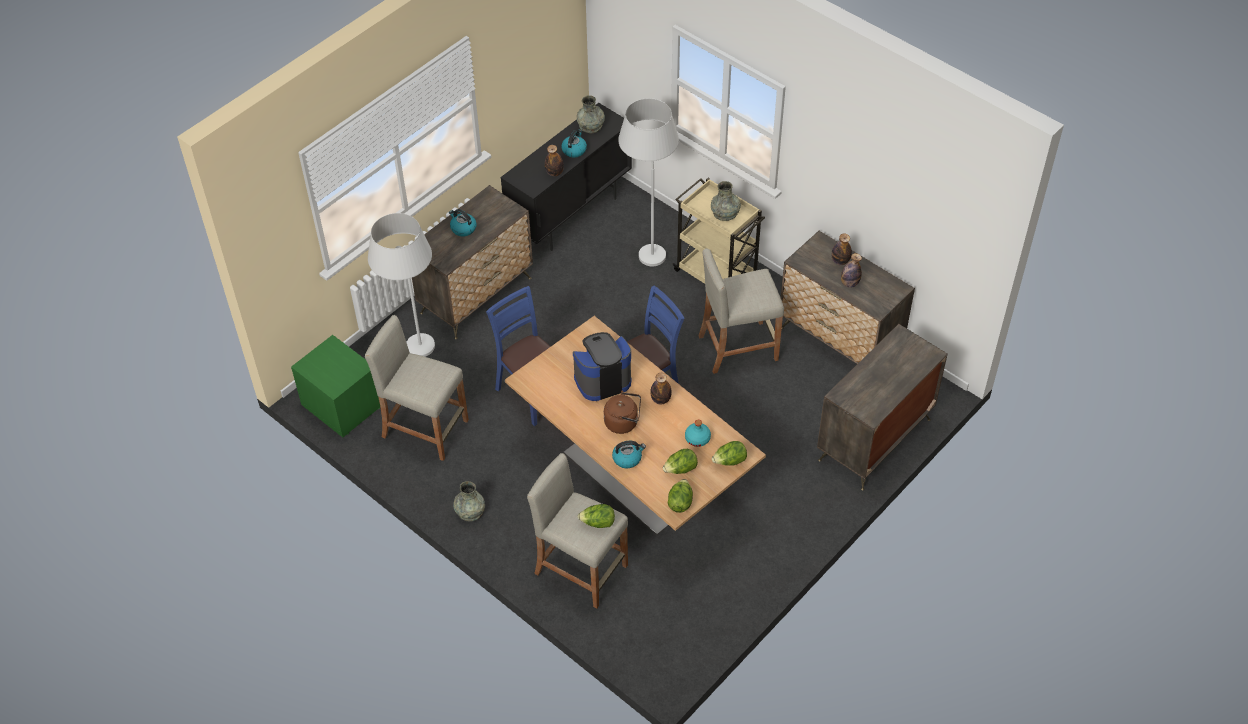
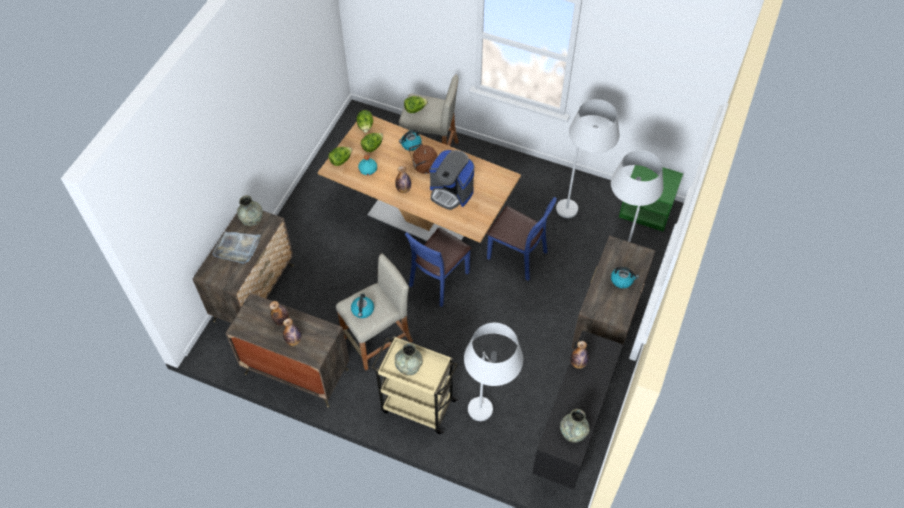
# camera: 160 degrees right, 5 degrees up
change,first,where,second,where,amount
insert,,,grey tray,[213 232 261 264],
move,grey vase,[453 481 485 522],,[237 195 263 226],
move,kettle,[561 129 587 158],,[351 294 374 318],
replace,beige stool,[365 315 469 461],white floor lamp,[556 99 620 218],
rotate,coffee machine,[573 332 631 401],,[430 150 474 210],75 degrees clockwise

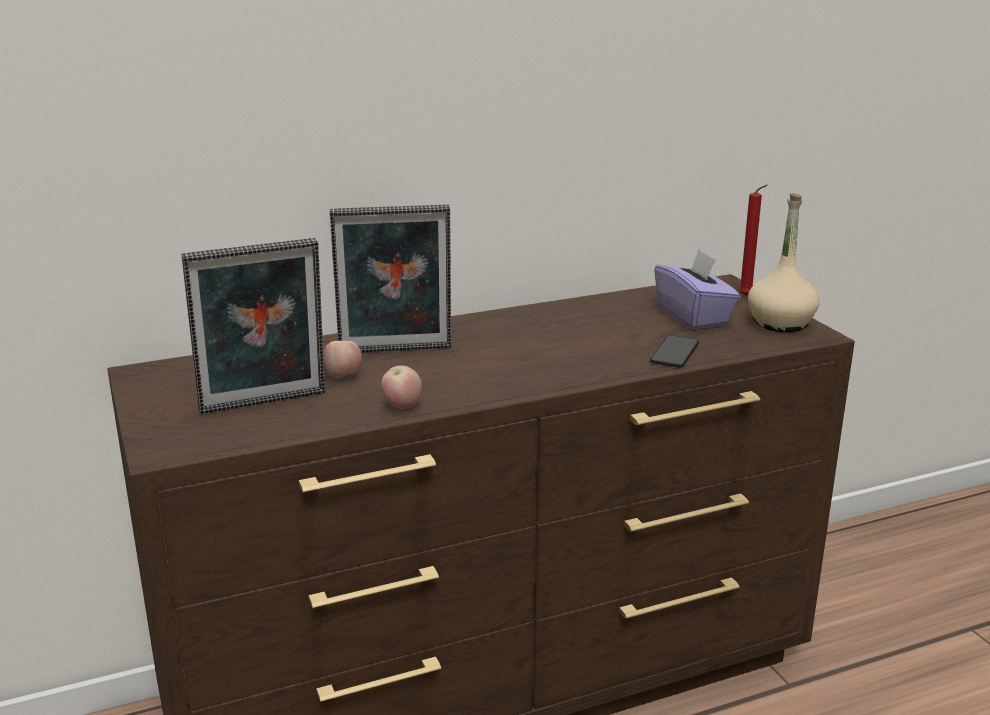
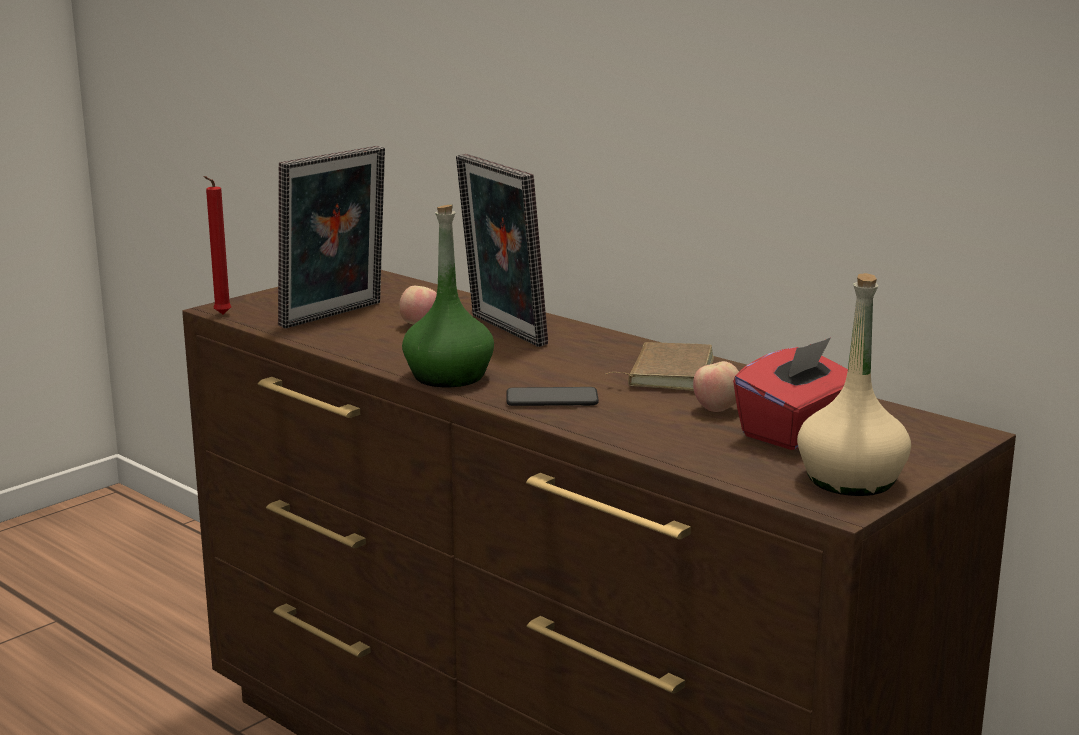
# camera: 65 degrees right, 5 degrees down
change,first,where,second,where,amount
insert,,,green bottle,[402 205 494 387],
insert,,,brown book,[605 342 714 391],
move,apple,[381 365 422 409],,[693 361 739 412],
move,phone,[650 335 699 367],,[506 387 599 406],
move,red candle,[739 185 768 296],,[204 176 231 314],
recolor,purple tissue box,[654 249 740 330],red tissue box,[733 337 848 450],
rotate,picture frame,[181 238 325 414],,[278 146 385 328],90 degrees counterclockwise

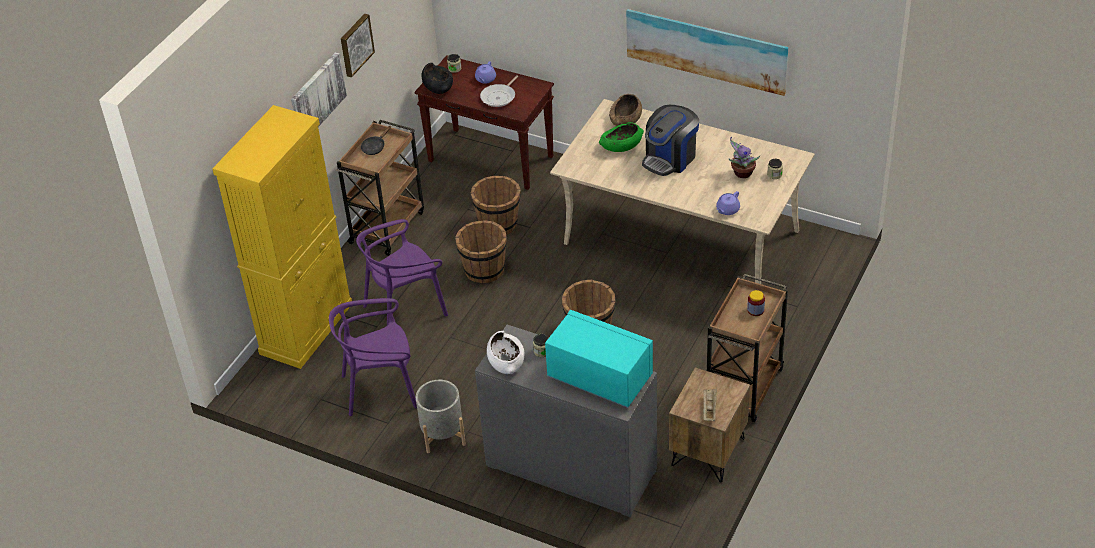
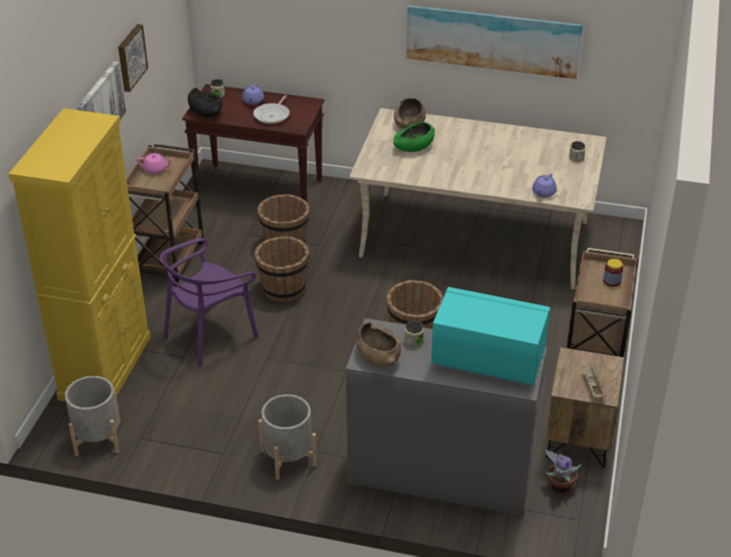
# camera: 15 degrees left, 5 degrees down
change,first,where,second,where,amount
delete,purple chair,[329 298 417 416],,,
delete,coffee machine,[642 105 699 176],,,
insert,,,grey planter,[65 376 121 456],
move,potted plant,[728 137 760 178],,[544 445 582 493],
replace,black frying pan,[361 125 391 155],pink teapot,[137 153 173 174],
recolor,white bowl,[487 331 525 374],brown bowl,[356 322 401 368],

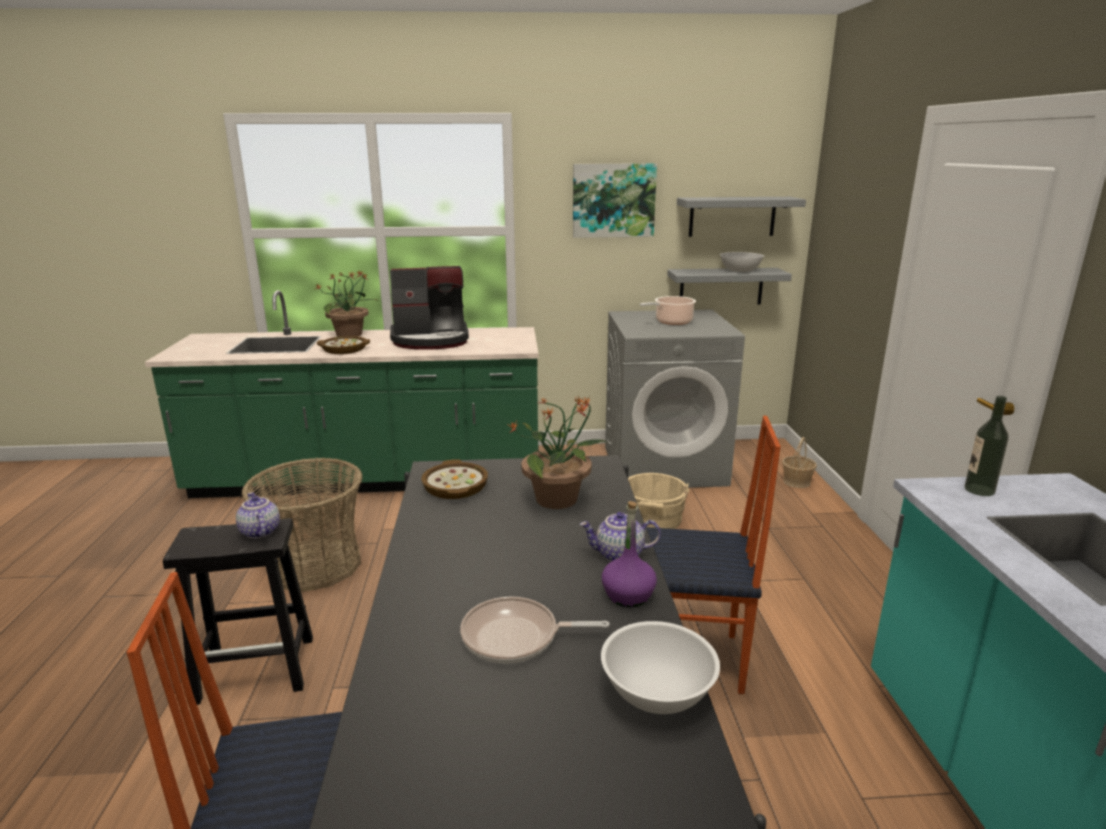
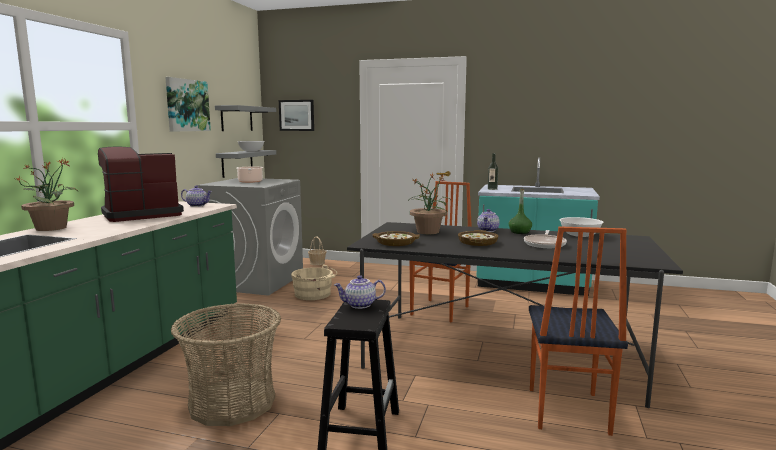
# camera: 70 degrees left, 10 degrees down
change,first,where,second,where,amount
insert,,,teapot,[181 186 212 207],
insert,,,picture,[279 100 314 131],
move,bowl,[317 336 370 354],,[458 230 498 246],
recolor,purple bottle,[602 501 657 607],green bottle,[509 189 532 234],
rotate,coffee machine,[390 266 469 350],,[98 147 184 222],135 degrees counterclockwise

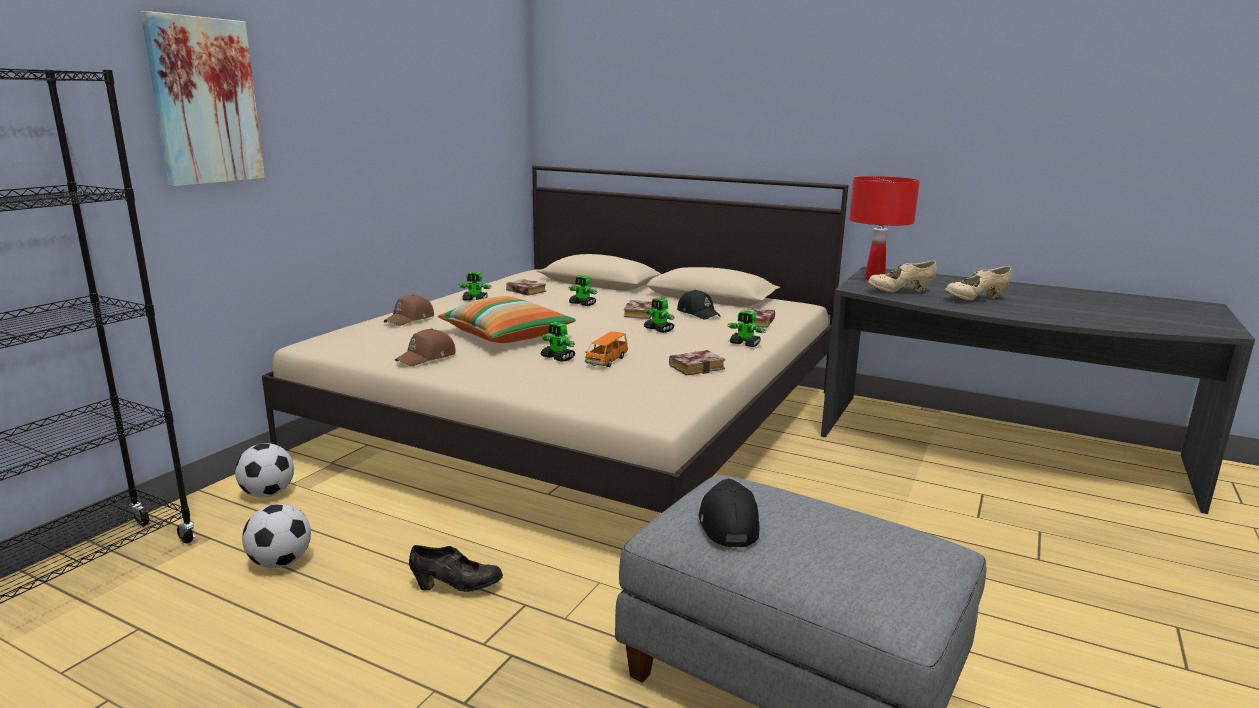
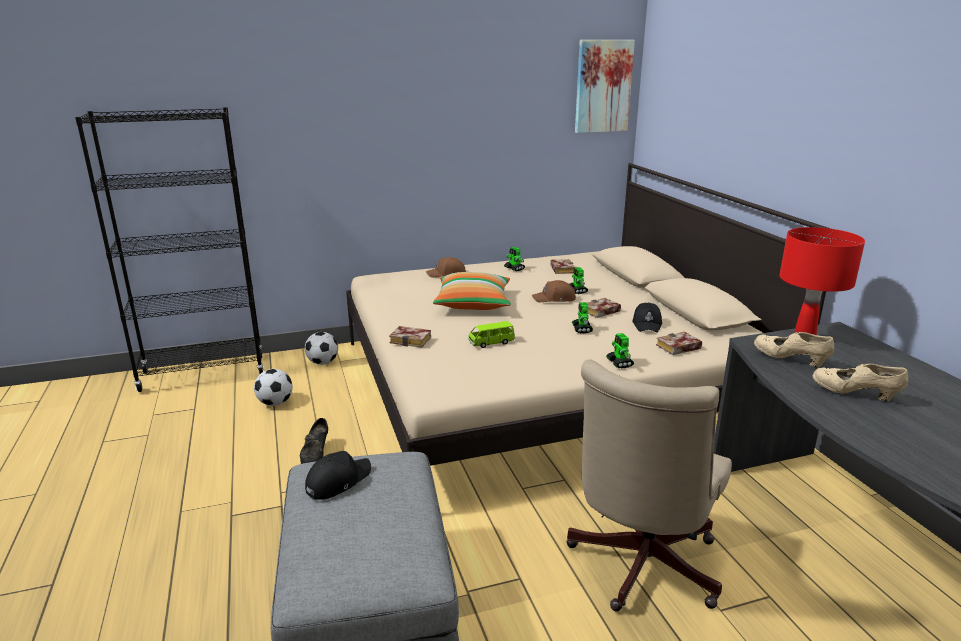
# camera: 45 degrees right, 5 degrees up
change,first,where,second,where,amount
delete,toy robot,[540 322 575 362],,,
insert,,,beige office chair,[566 359 732 611],
move,picture,[141 11 265 187],,[575 40 635 133],
move,brown cap,[395 328 455 366],,[531 280 576 303],
move,book,[669 350 726 376],,[389 326 431 348],
recolor,orange toy car,[585 331 628 367],green toy car,[468 321 515 348],
rotate,black shoe,[409 545 503 592],,[300 418 328 464],45 degrees clockwise

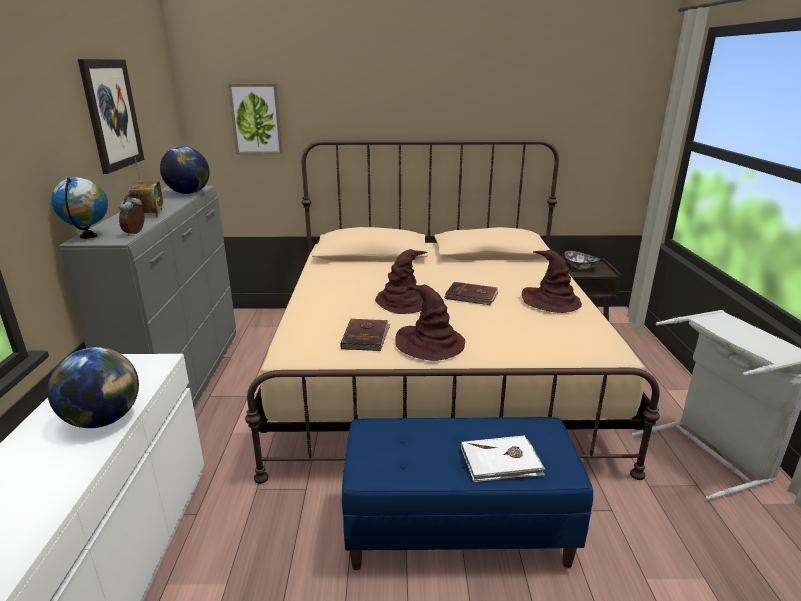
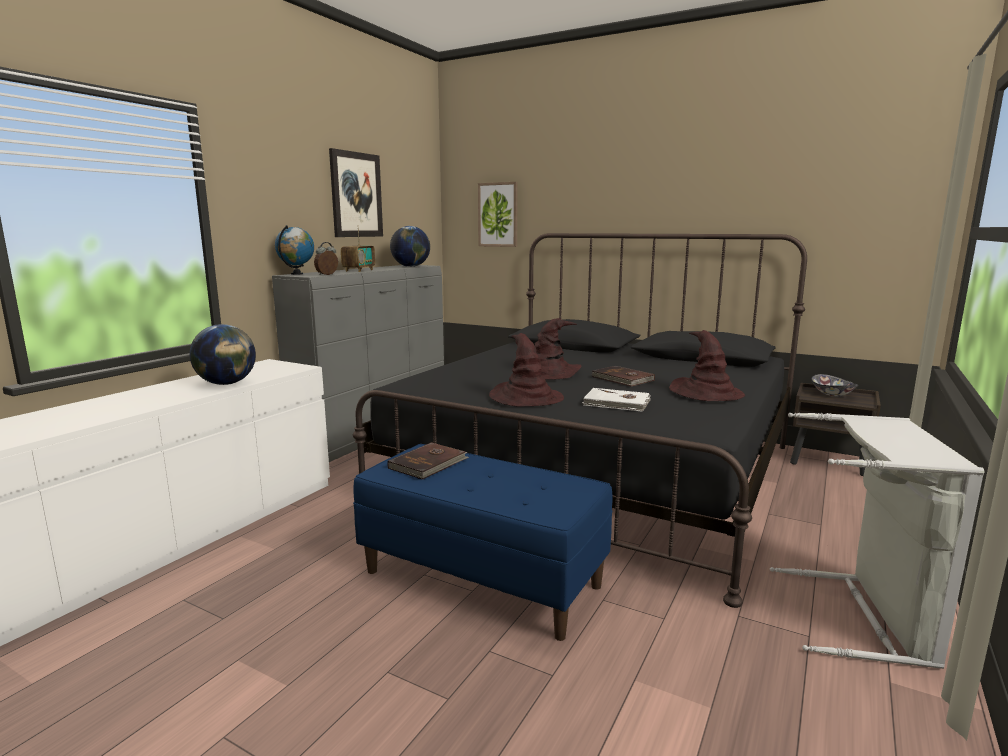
# camera: 30 degrees right, 10 degrees down
change,first,where,second,where,amount
move,brown book,[340 319 390 351],,[387 442 469 480],
move,white book,[461 436 546 482],,[583 388 651 412],
recolor,beige bed,[245 140 660 484],black bed,[353 233 807 608],

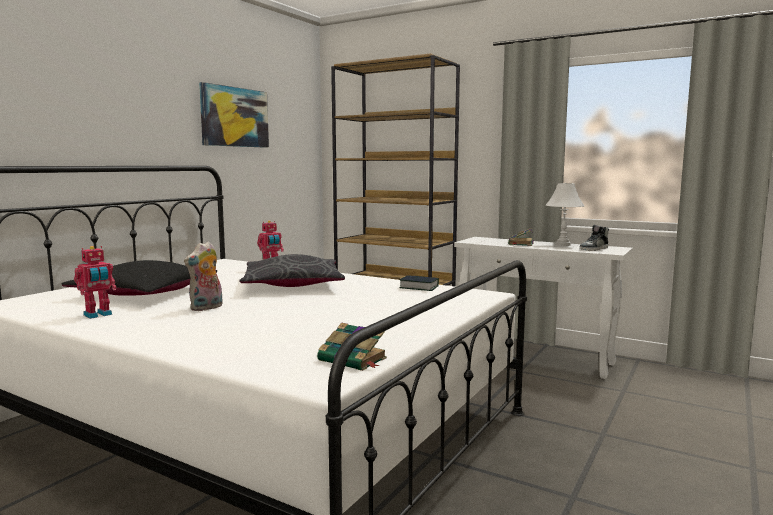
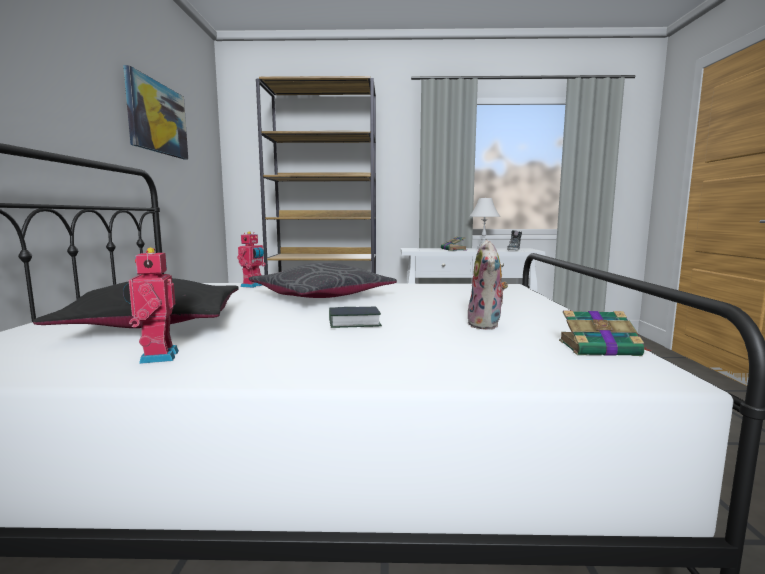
# camera: 30 degrees left, 0 degrees up
change,first,where,second,where,amount
move,plush toy,[184 241 223 311],,[467 240 508 330],
move,book,[399 275 439 291],,[329 307 382 328],
rotate,toy robot,[74 246 116 319],,[123 248 179 364],150 degrees clockwise

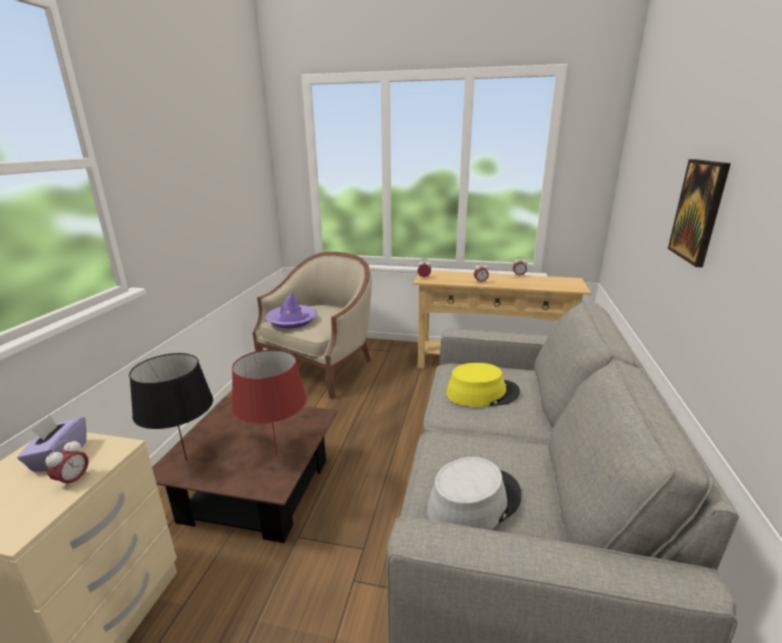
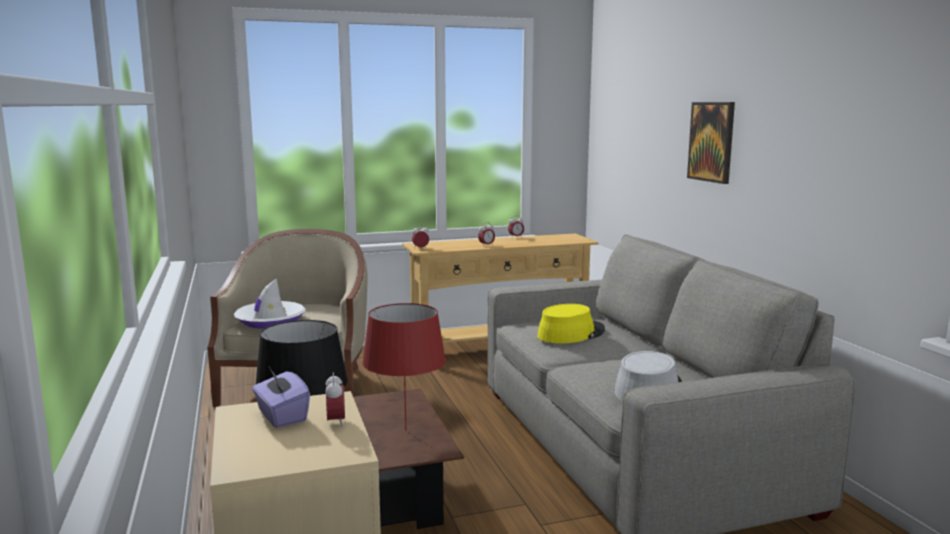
# camera: 30 degrees left, 10 degrees down
change,first,where,second,where,amount
recolor,purple hat,[266 292 317 329],white hat,[234 278 306 329],

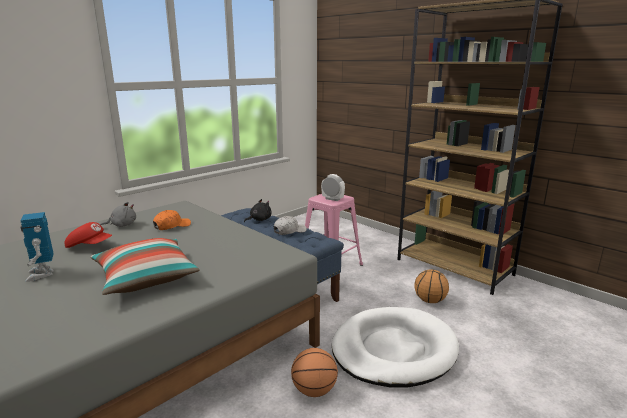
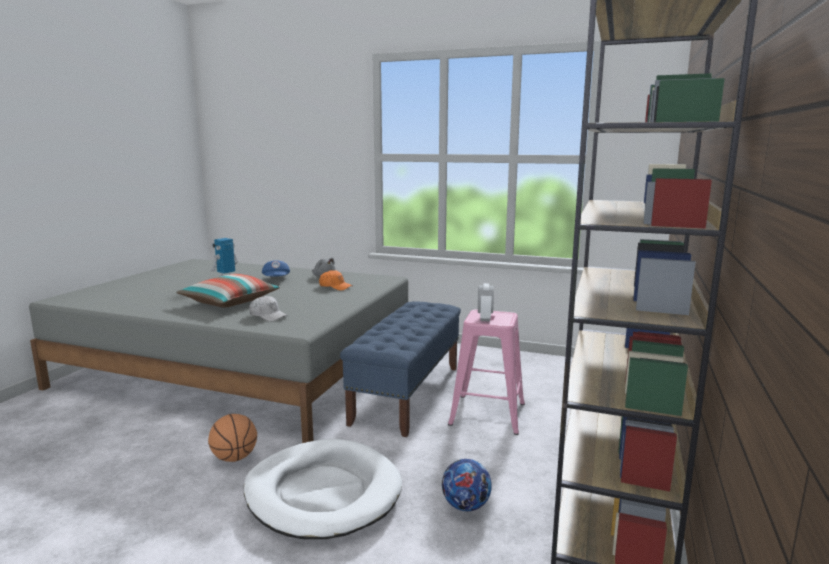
# camera: 65 degrees right, 5 degrees down
change,first,where,second,where,amount
delete,black plush toy,[244 199 271 222],,,
move,white cap,[274 216 307 235],,[249 296 288 322],
replace,basketball,[414 269 449 303],football,[442 459 492 511],
recolor,red cap,[65 222 112 248],blue cap,[262 261 290 276],

